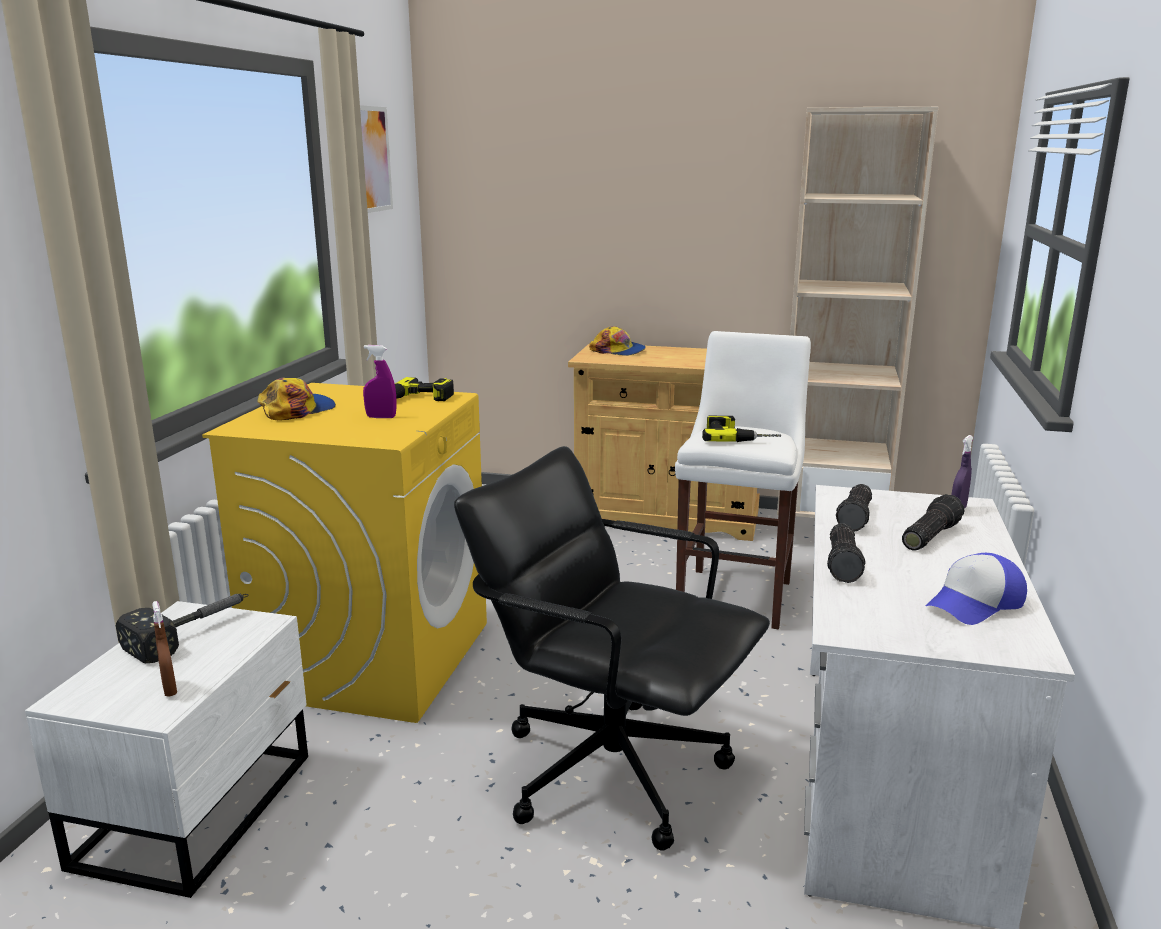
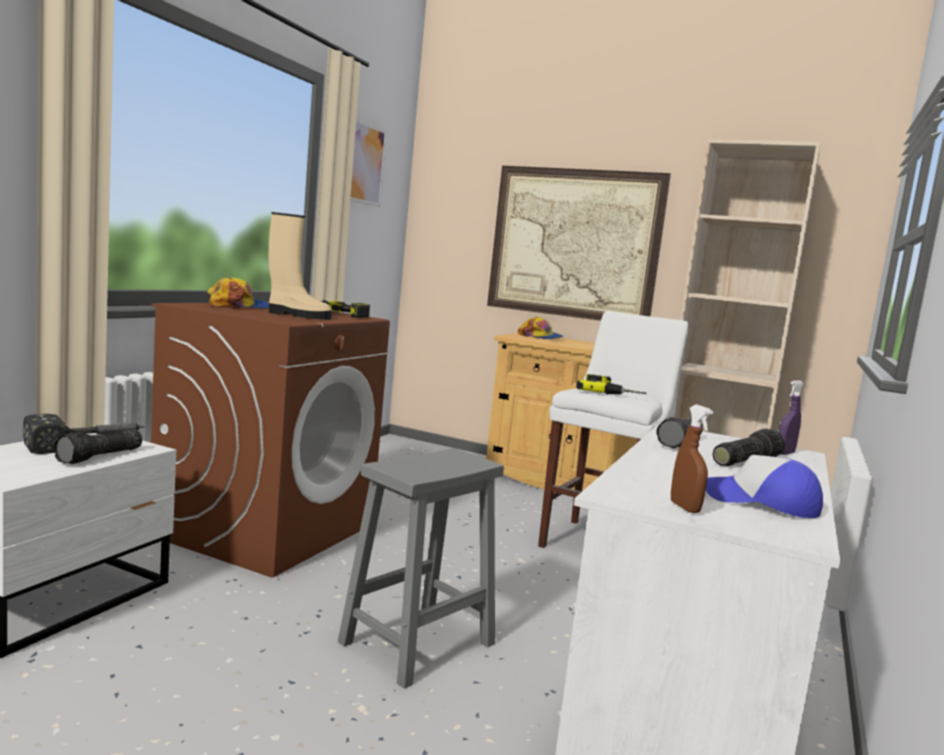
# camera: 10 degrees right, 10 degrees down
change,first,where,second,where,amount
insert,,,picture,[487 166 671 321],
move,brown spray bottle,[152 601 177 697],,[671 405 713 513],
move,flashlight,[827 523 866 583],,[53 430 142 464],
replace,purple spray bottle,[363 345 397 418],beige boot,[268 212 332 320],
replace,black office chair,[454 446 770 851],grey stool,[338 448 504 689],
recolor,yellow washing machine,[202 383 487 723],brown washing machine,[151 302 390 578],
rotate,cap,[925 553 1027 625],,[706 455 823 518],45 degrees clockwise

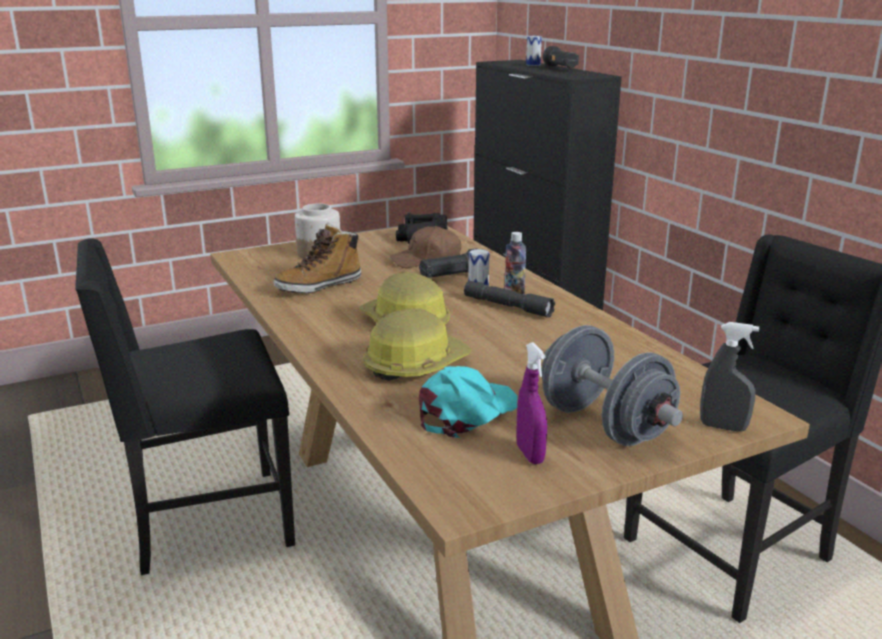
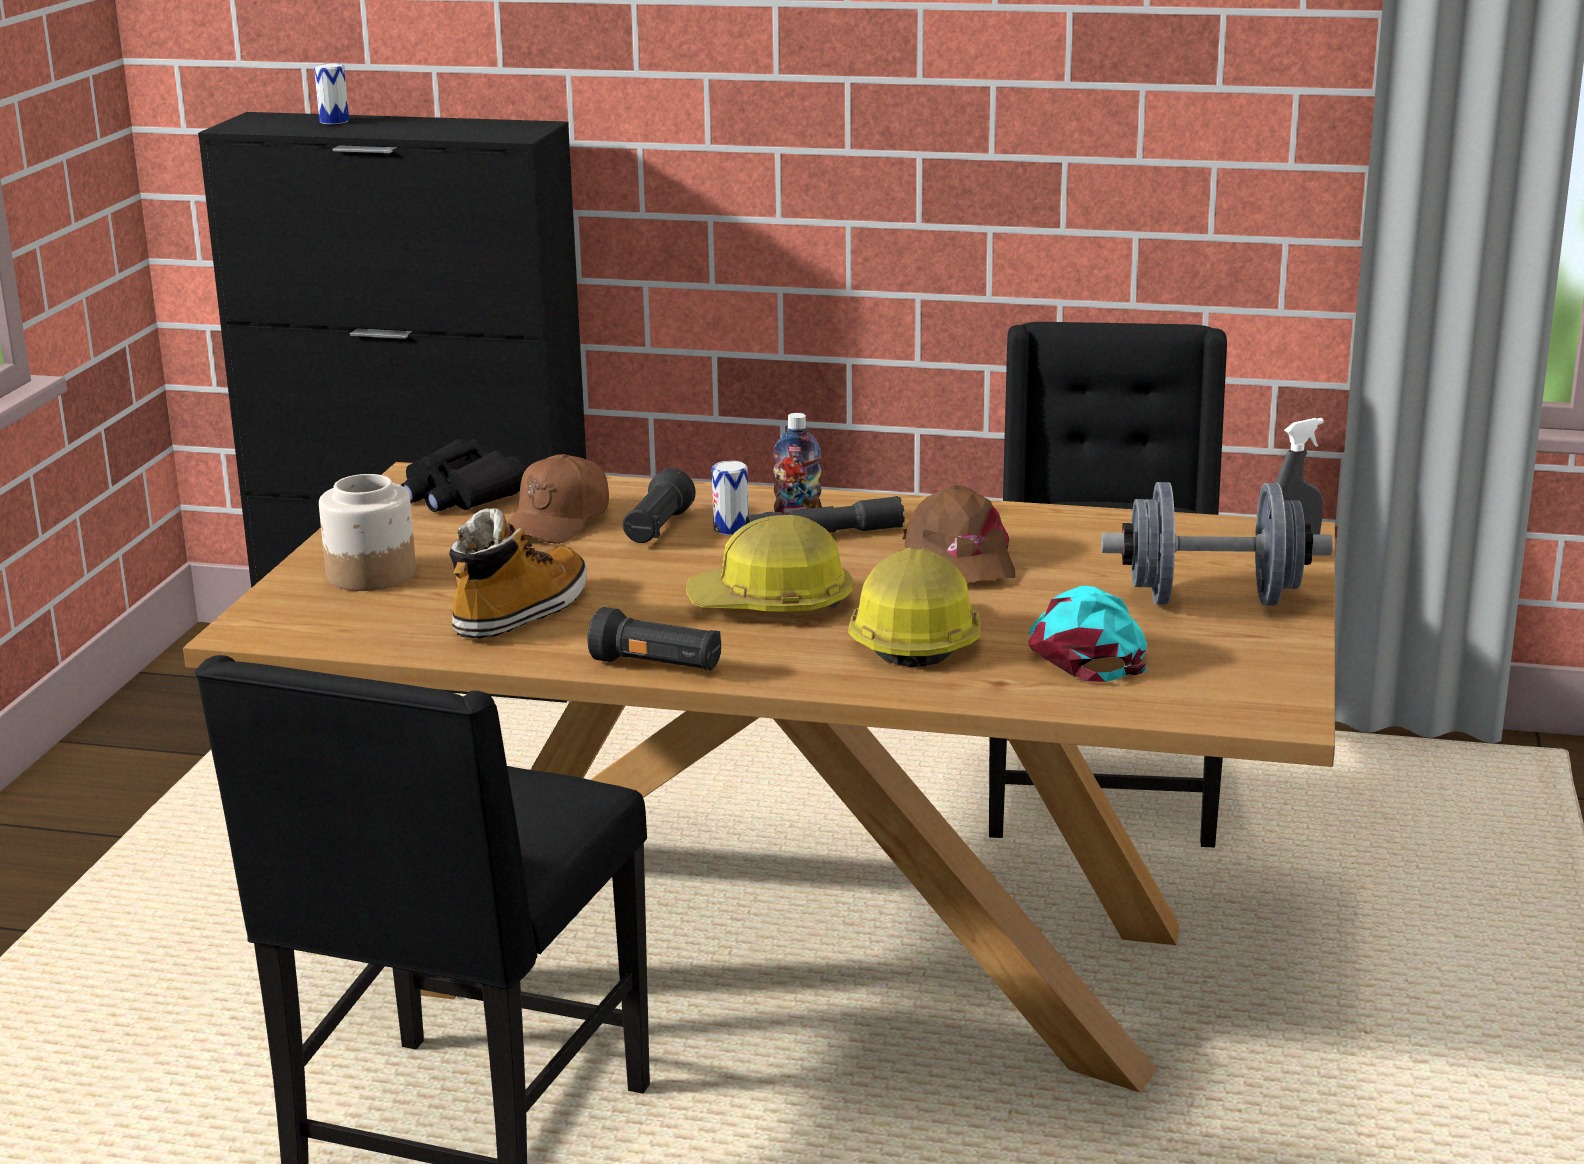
# camera: 50 degrees left, 0 degrees up
change,first,where,second,where,amount
delete,purple spray bottle,[516 342 547 464],,,
insert,,,brown cap,[902 485 1015 583],
move,black flashlight,[543 46 579 68],,[587 607 721 671],
rotate,boot,[273 223 361 293],,[449 508 587 639],150 degrees counterclockwise

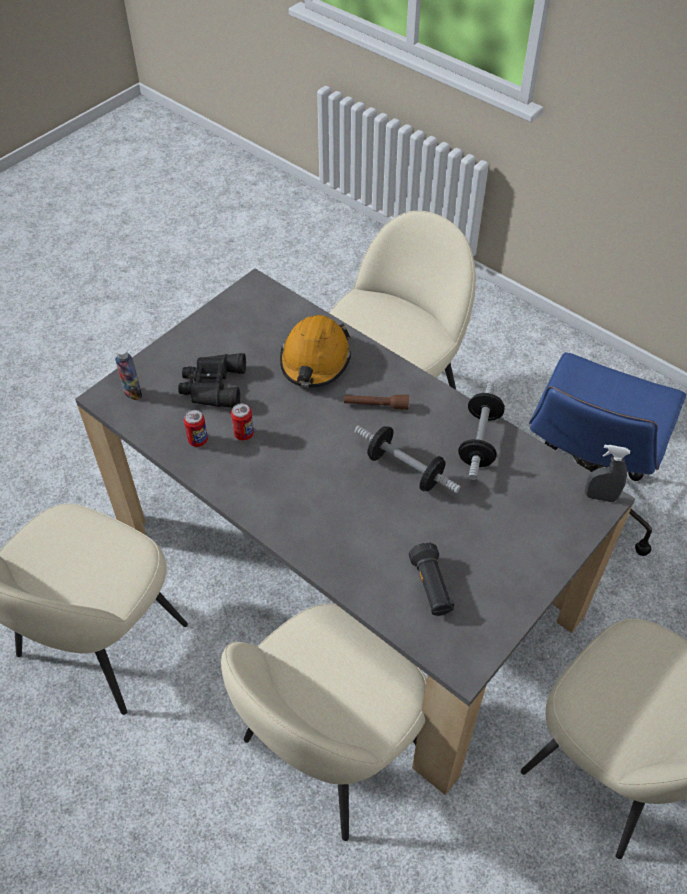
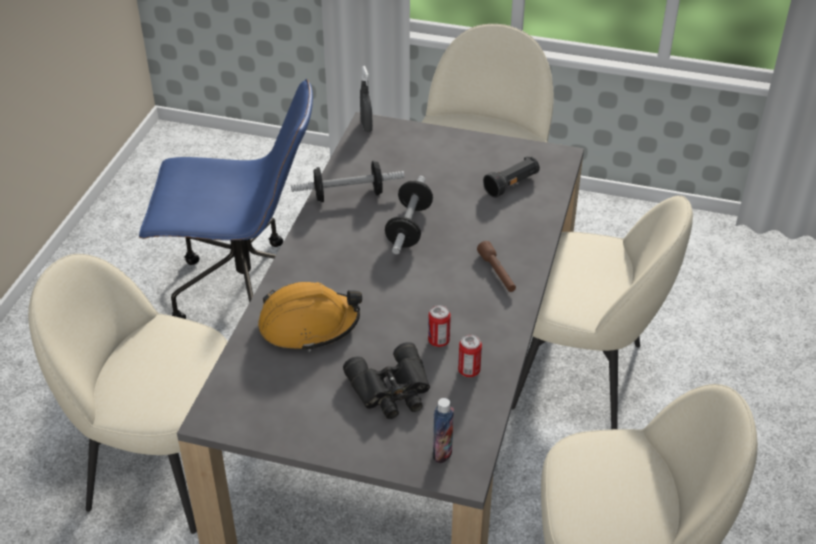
# camera: 115 degrees left, 10 degrees down
change,first,where,second,where,amount
move,brown flashlight,[344 395 409 410],,[477 241 516 292],

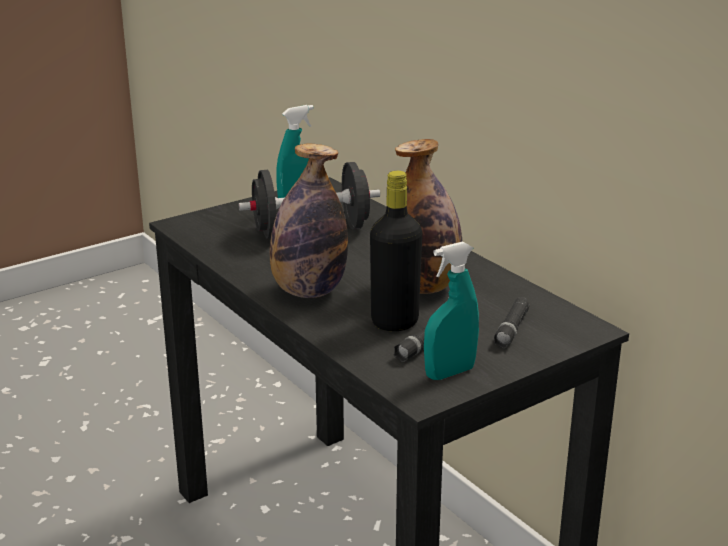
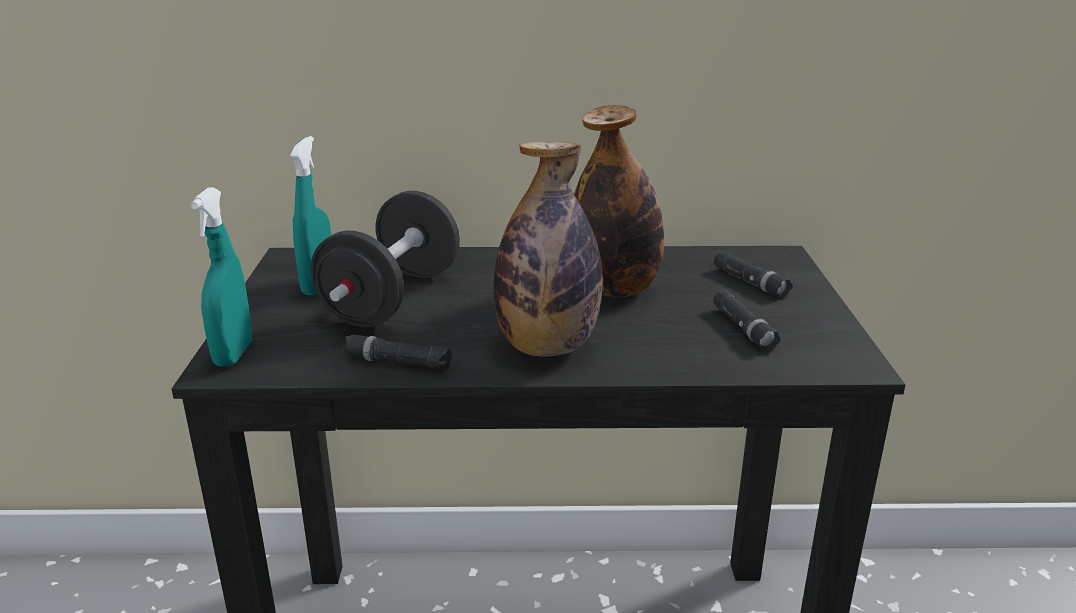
# camera: 55 degrees left, 0 degrees up
change,first,where,second,where,amount
delete,black bottle,[370 171 422 331],,,
insert,,,black flashlight,[343 334 452 370],
move,turquoise spray bottle,[424 241 479 380],,[191 187 252 366],

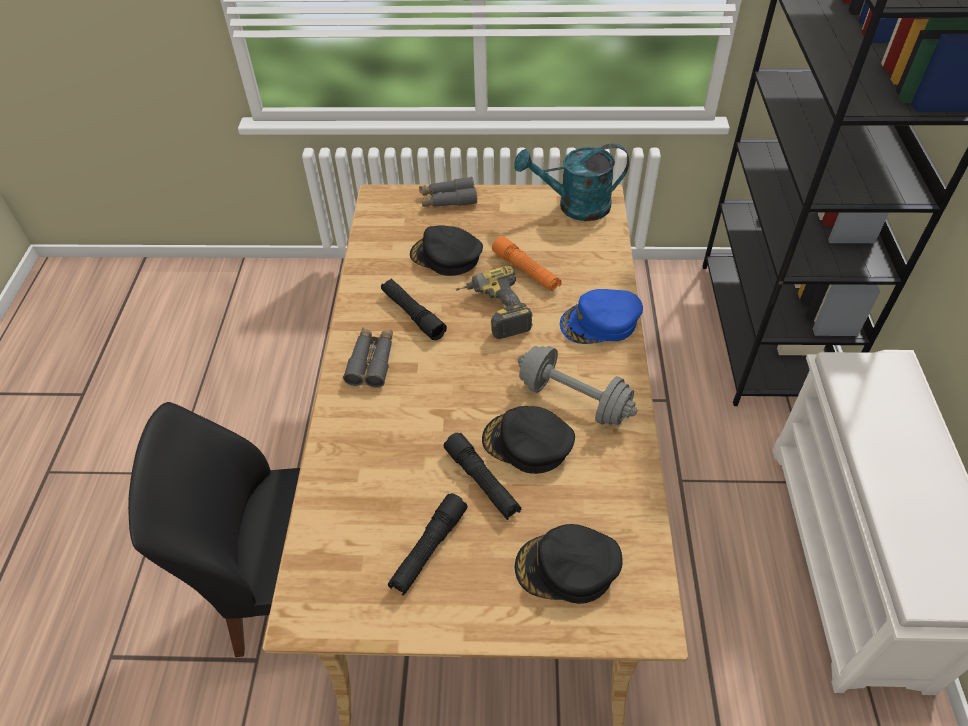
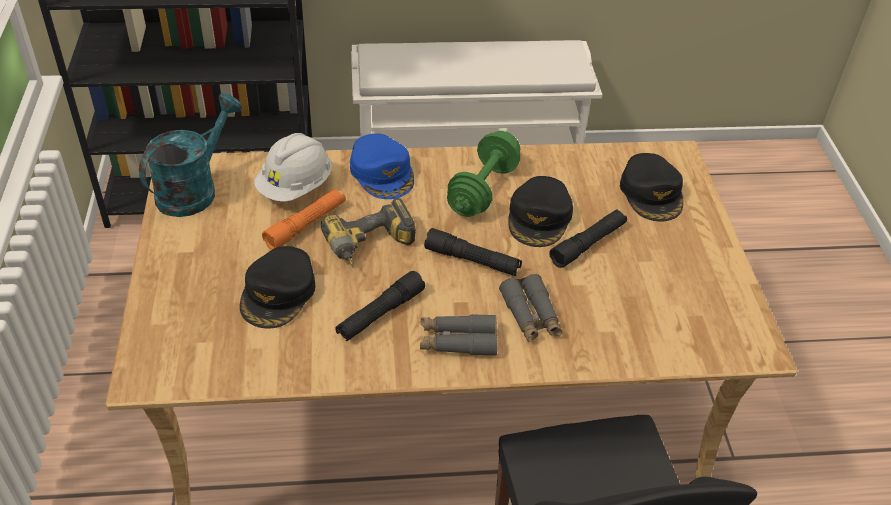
# camera: 100 degrees left, 5 degrees down
change,first,where,second,where,amount
insert,,,white hard hat,[254 133 332 202],
move,black flashlight,[388 493 468 596],,[424 228 522 276],
move,grey binoculars,[419 177 477 207],,[499 274 562 342],
recolor,grey dumbbell,[518 346 638 425],green dumbbell,[447 131 520 217],
rotate,turquoise watering can,[514 143 629 221],,[139 93 242 217],135 degrees counterclockwise

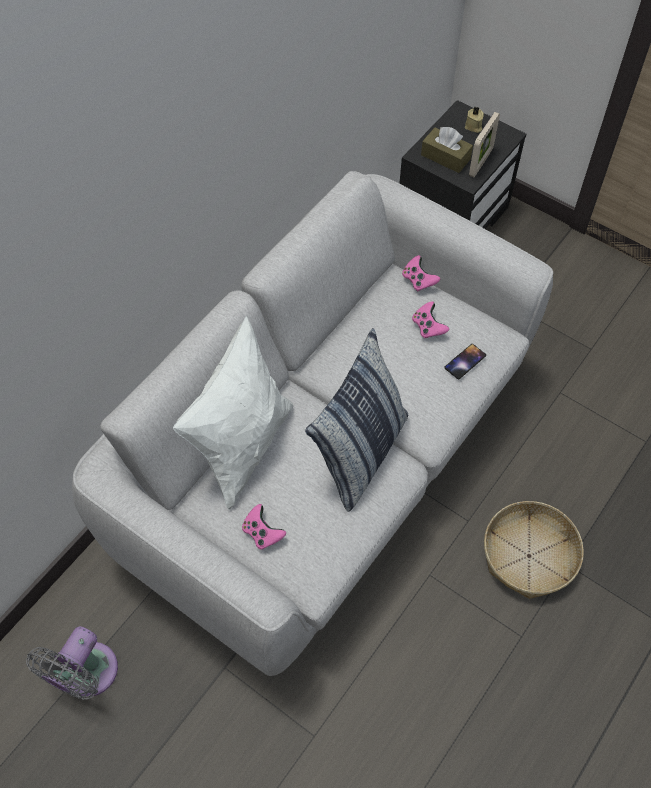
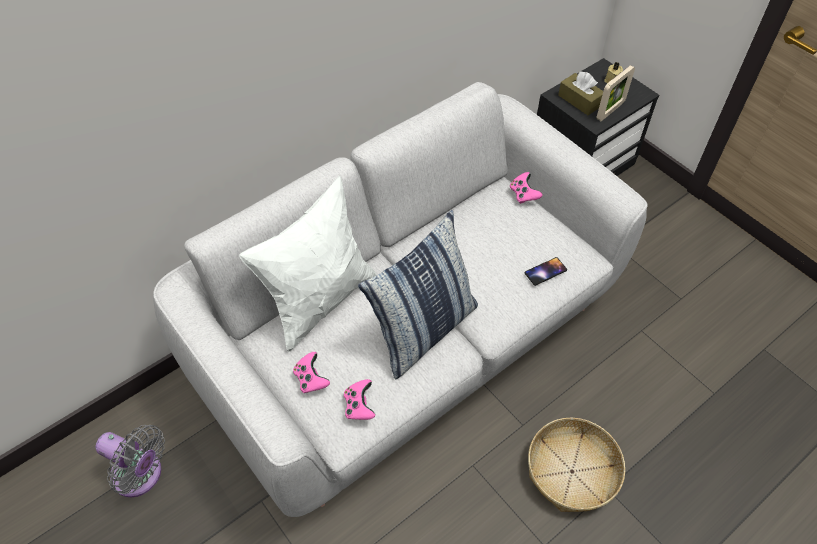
# camera: 15 degrees right, 5 degrees down
change,first,where,second,where,amount
move,pink game controller,[412 302 449 338],,[344 379 375 420],
rotate,grey fan,[26 626 118 700],,[95 425 165 497],105 degrees counterclockwise

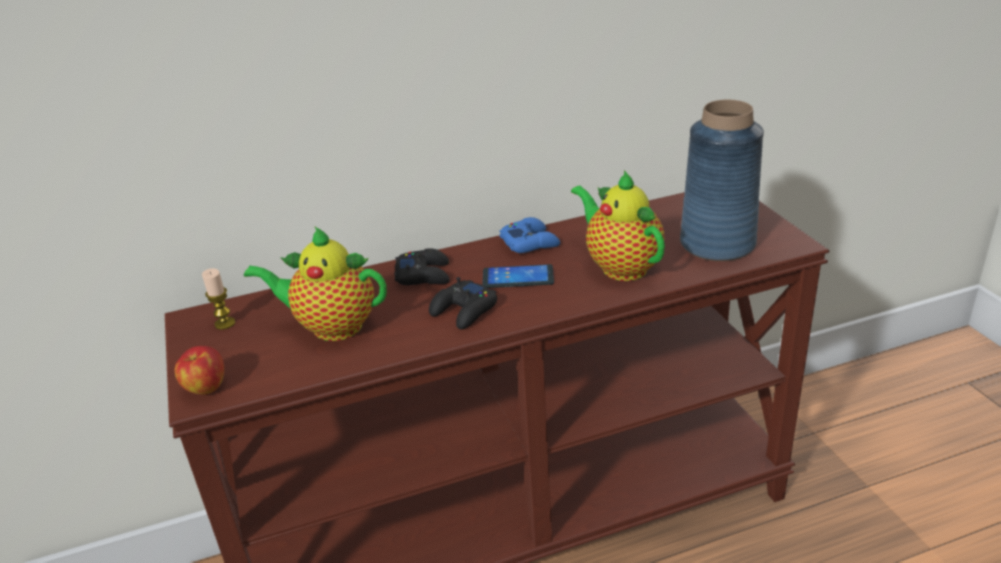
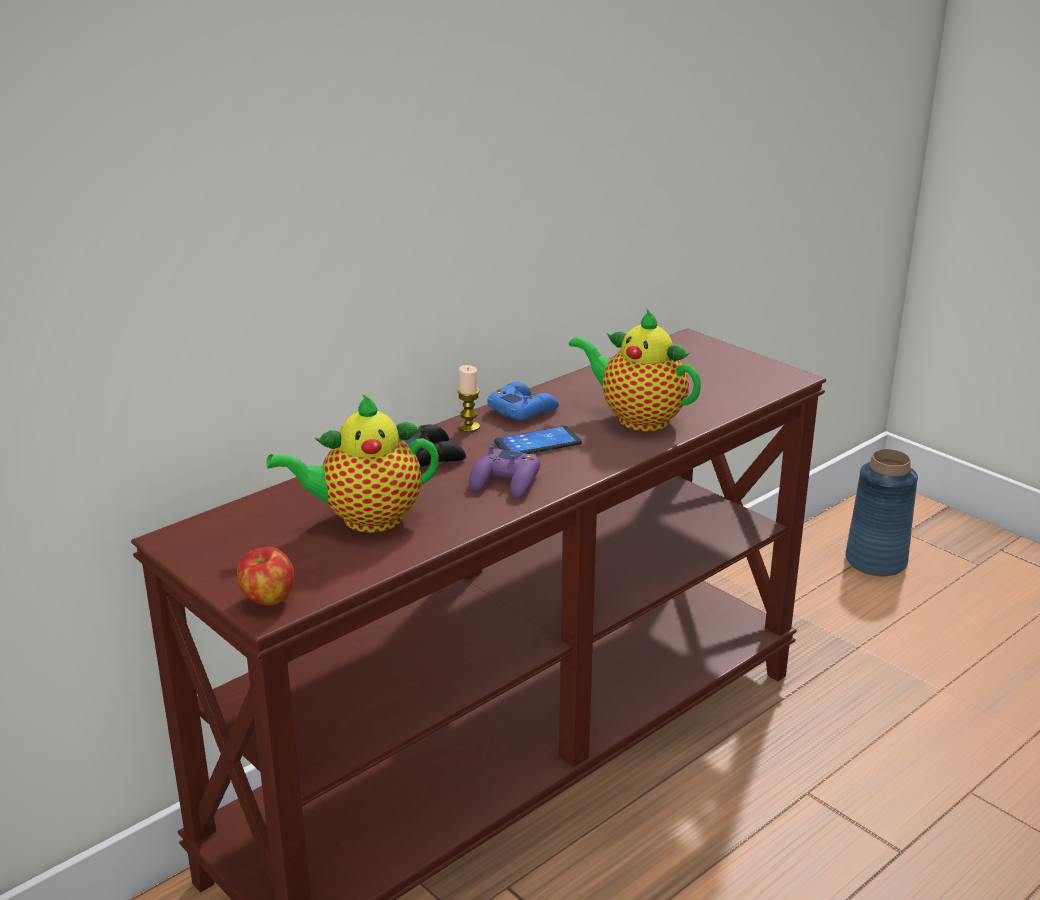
# camera: 25 degrees left, 5 degrees down
change,first,where,second,where,amount
move,candle,[202 268 235 330],,[457 365 480 432],
move,blue vase,[680 100 764 261],,[845 449 918 576],
recolor,black game controller,[429 277 497 329],purple game controller,[469 445 540 498],

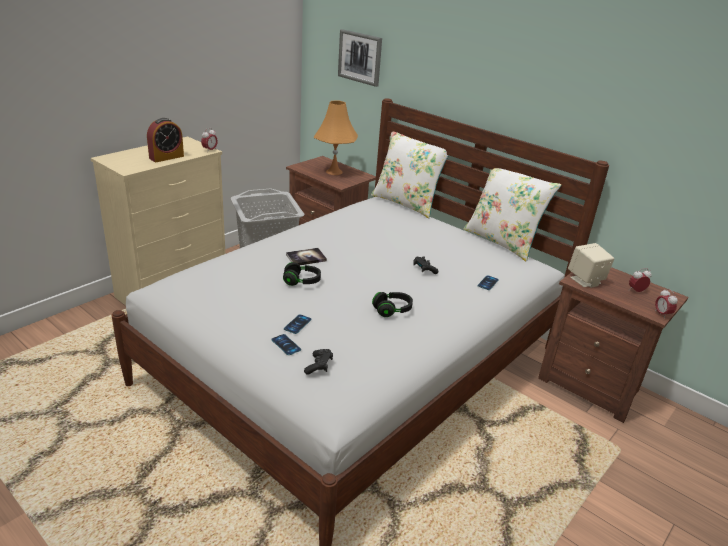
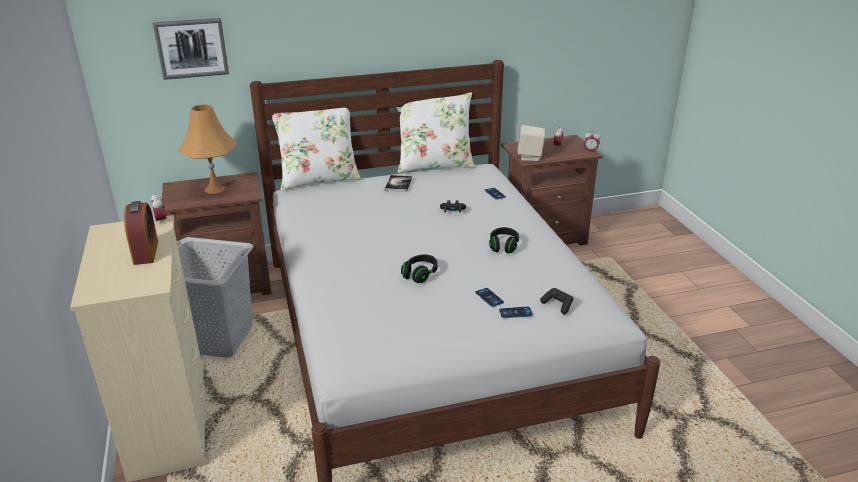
# camera: 55 degrees left, 0 degrees up
change,first,where,second,where,amount
move,book,[286 248 327 265],,[385 175 412 192],

